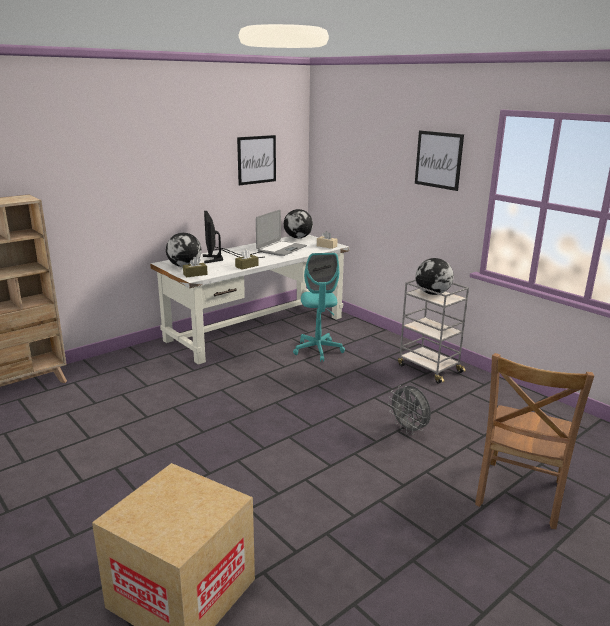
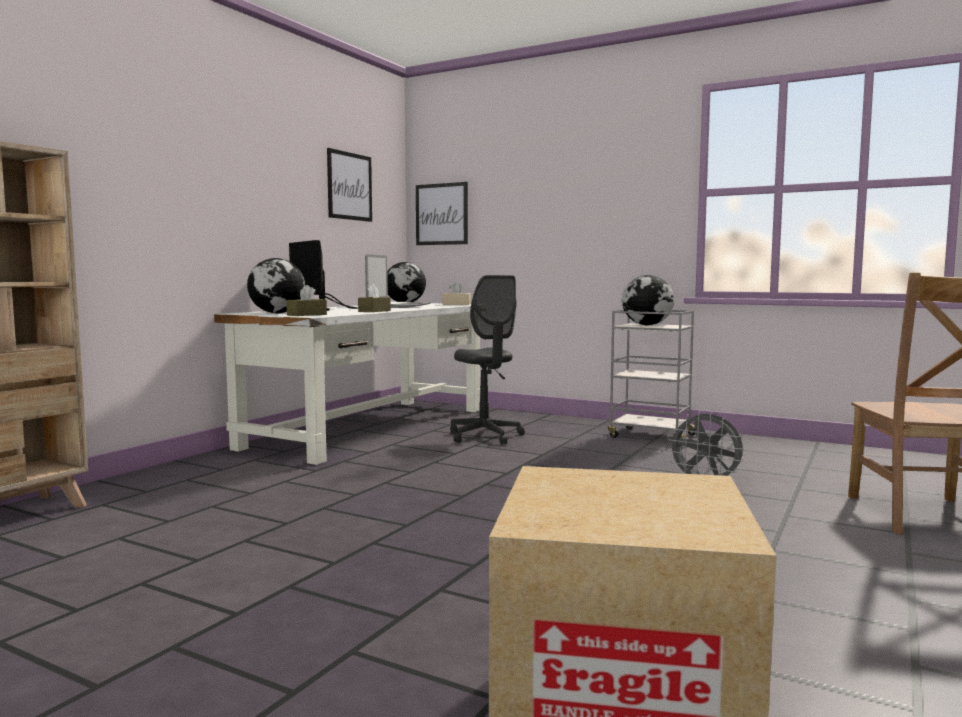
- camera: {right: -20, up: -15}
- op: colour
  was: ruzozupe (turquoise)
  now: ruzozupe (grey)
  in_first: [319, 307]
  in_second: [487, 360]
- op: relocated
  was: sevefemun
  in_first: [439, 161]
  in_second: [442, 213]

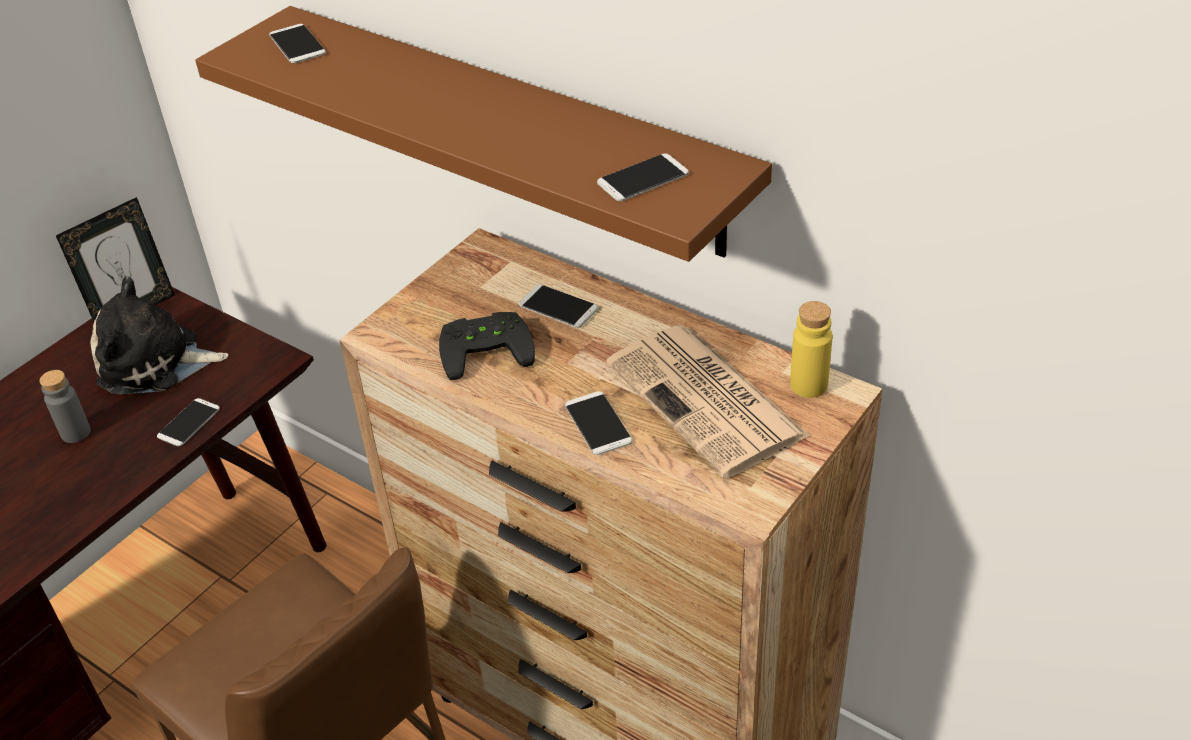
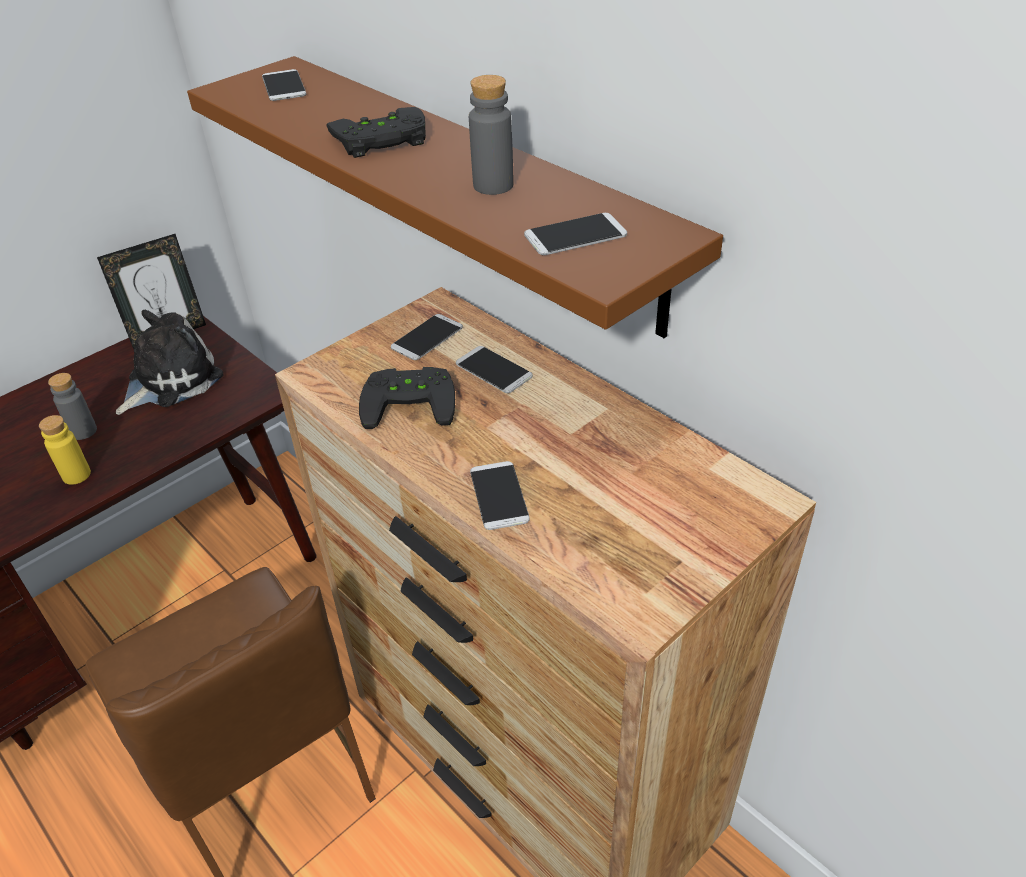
- camera: {right: 10, up: 0}
- op: spun
  was: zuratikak
  in_first: [160, 335]
  in_second: [170, 362]
  clockwise: 120
- op: relocated
  was: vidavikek
  in_first: [188, 422]
  in_second: [427, 337]
- op: missing
  was: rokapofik
  in_first: [708, 402]
- op: relocated
  was: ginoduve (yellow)
  in_first: [811, 349]
  in_second: [65, 450]
- op: appeared
  now: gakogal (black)
  in_second: [376, 132]
- op: appeared
  now: ginoduve (grey)
  in_second: [491, 135]

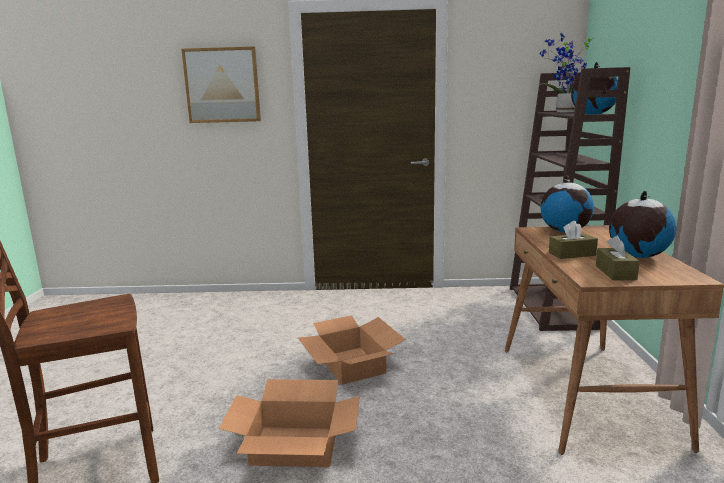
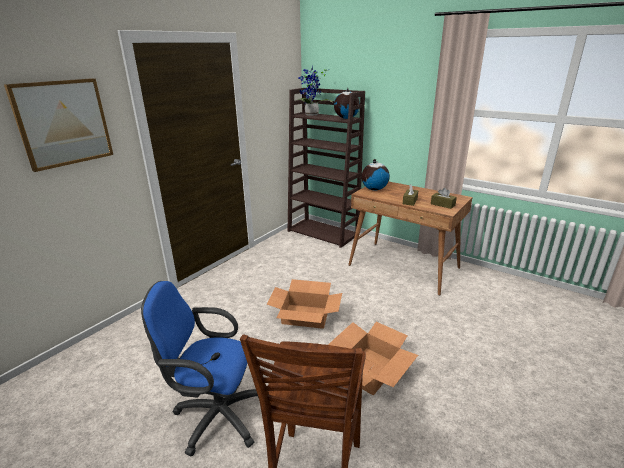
- camera: {right: -55, up: 10}
- op: missing
  was: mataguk
  in_first: [643, 224]
- op: appeared
  now: ruzozupe (blue)
  in_second: [200, 368]

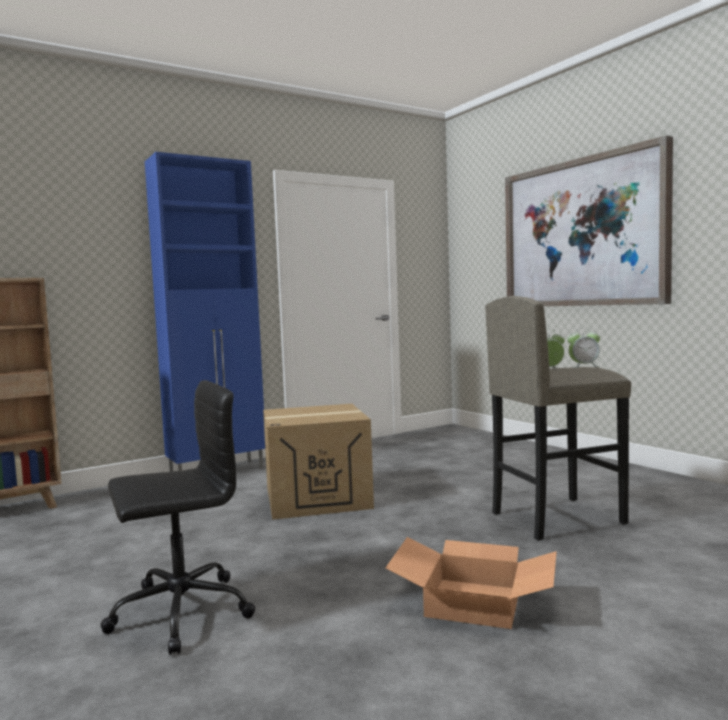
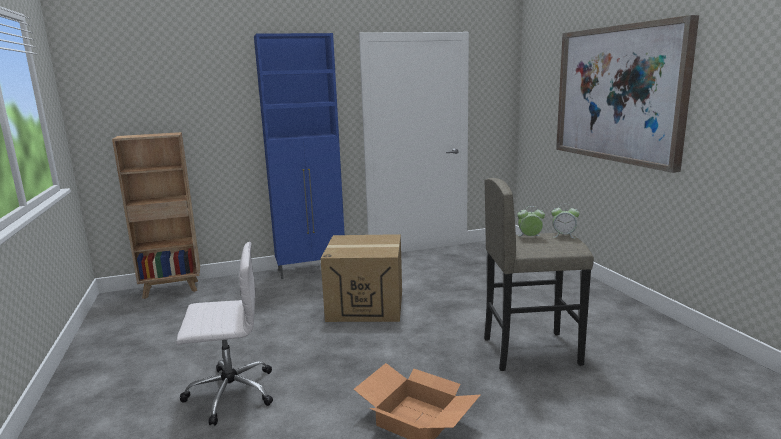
- camera: {right: 15, up: 10}
- op: colour
  was: ruzozupe (black)
  now: ruzozupe (white)
  in_first: [177, 517]
  in_second: [225, 334]

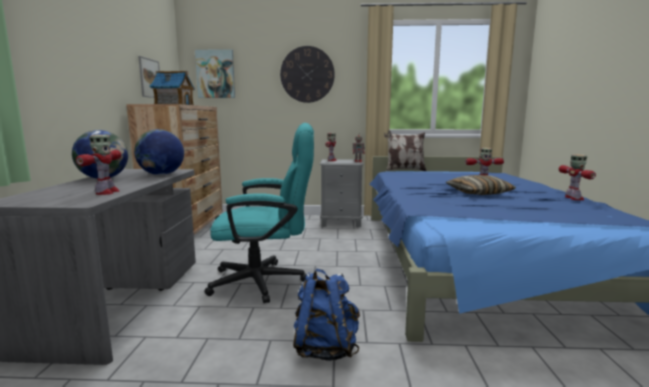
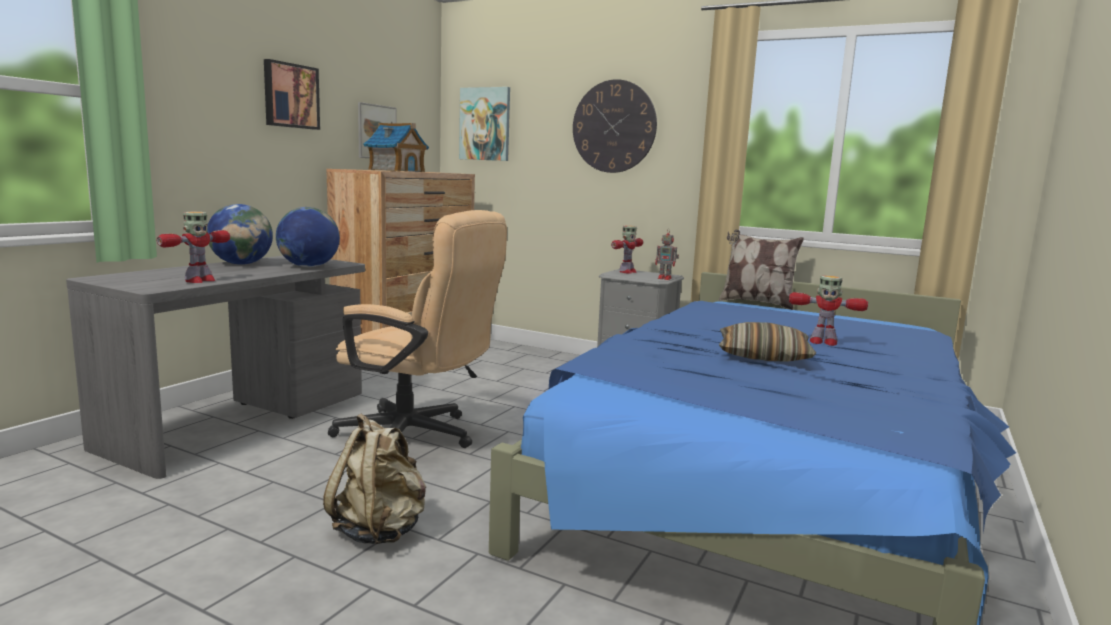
- camera: {right: 25, up: 0}
- op: colour
  was: ruzozupe (turquoise)
  now: ruzozupe (beige)
  in_first: [259, 213]
  in_second: [417, 329]
- op: colour
  was: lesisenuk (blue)
  now: lesisenuk (beige)
  in_first: [326, 314]
  in_second: [374, 479]
- op: missing
  was: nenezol
  in_first: [577, 177]
- op: appeared
  now: sevefemun
  in_second: [292, 94]

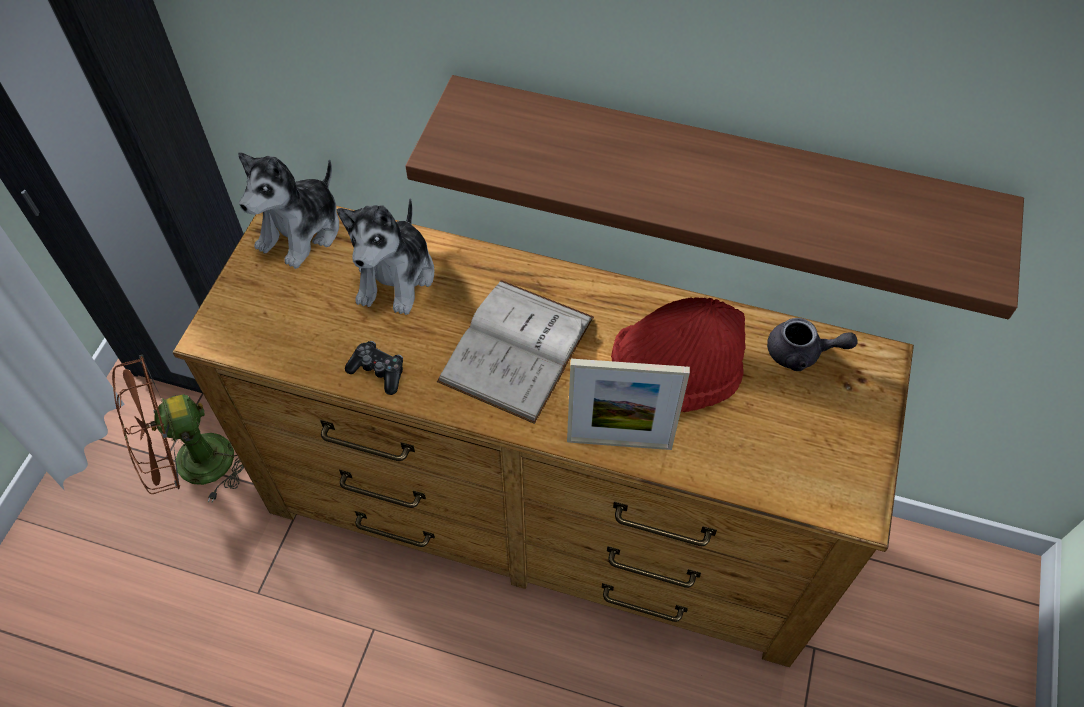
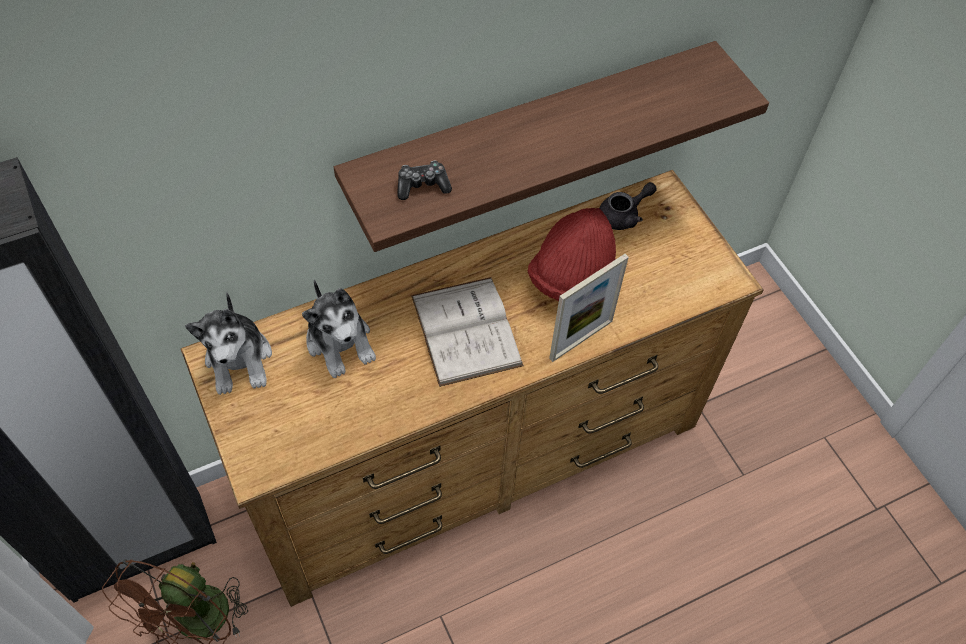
- camera: {right: -45, up: 0}
- op: relocated
  was: gakogal
  in_first: [374, 368]
  in_second: [424, 180]

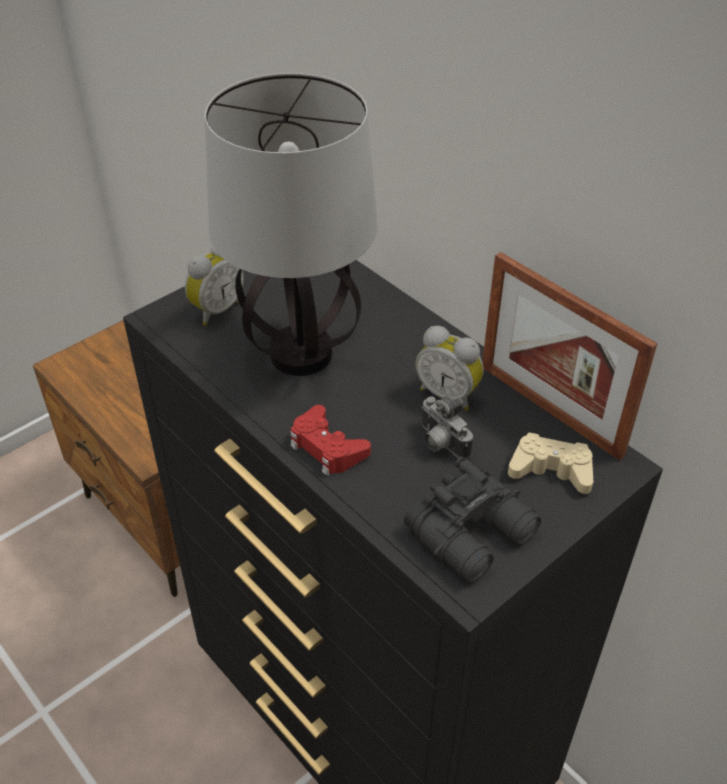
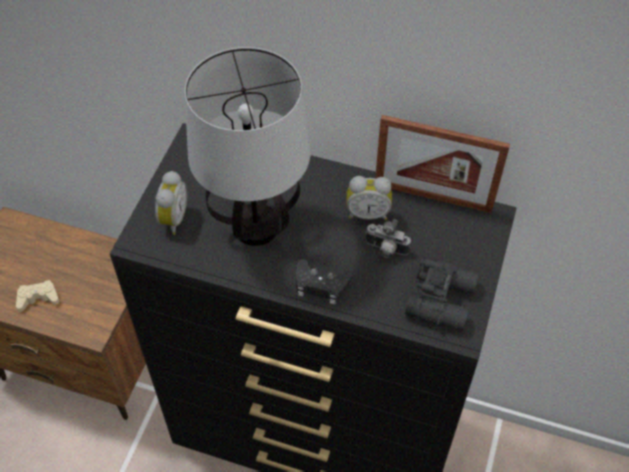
- camera: {right: -30, up: 10}
- op: colour
  was: gakogal (red)
  now: gakogal (black)
  in_first: [331, 440]
  in_second: [324, 282]
- op: relocated
  was: gakogal (beige)
  in_first: [551, 463]
  in_second: [37, 296]

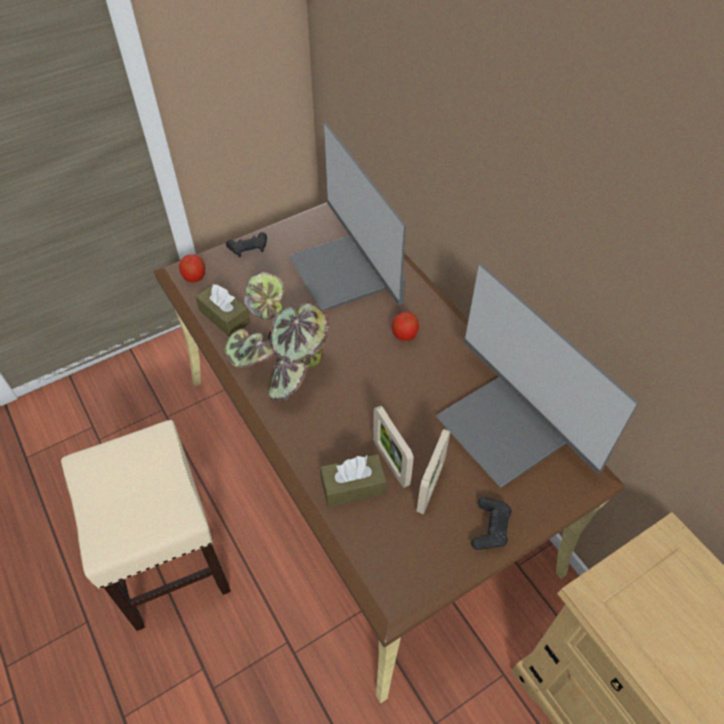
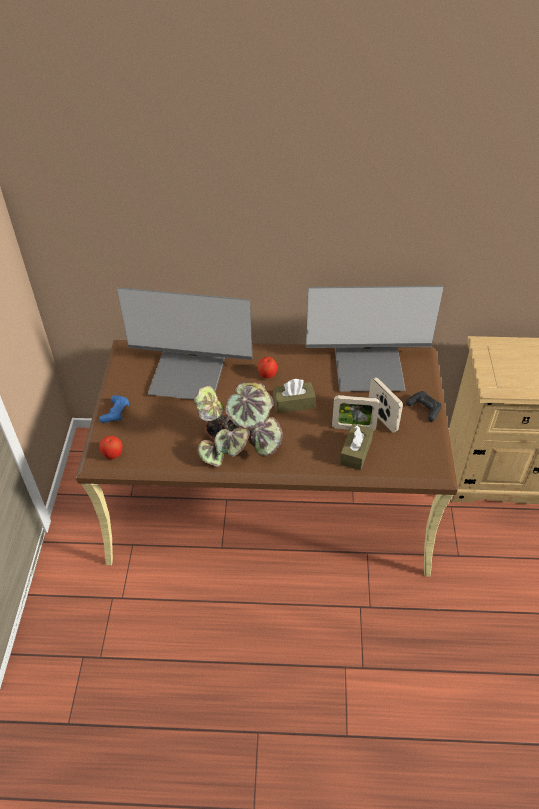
- camera: {right: -55, up: -5}
- op: missing
  was: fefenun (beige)
  in_first: [146, 525]
- op: relocated
  was: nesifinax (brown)
  in_first: [223, 309]
  in_second: [294, 396]
- op: colour
  was: gakogal (black)
  now: gakogal (blue)
  in_first: [246, 244]
  in_second: [114, 409]

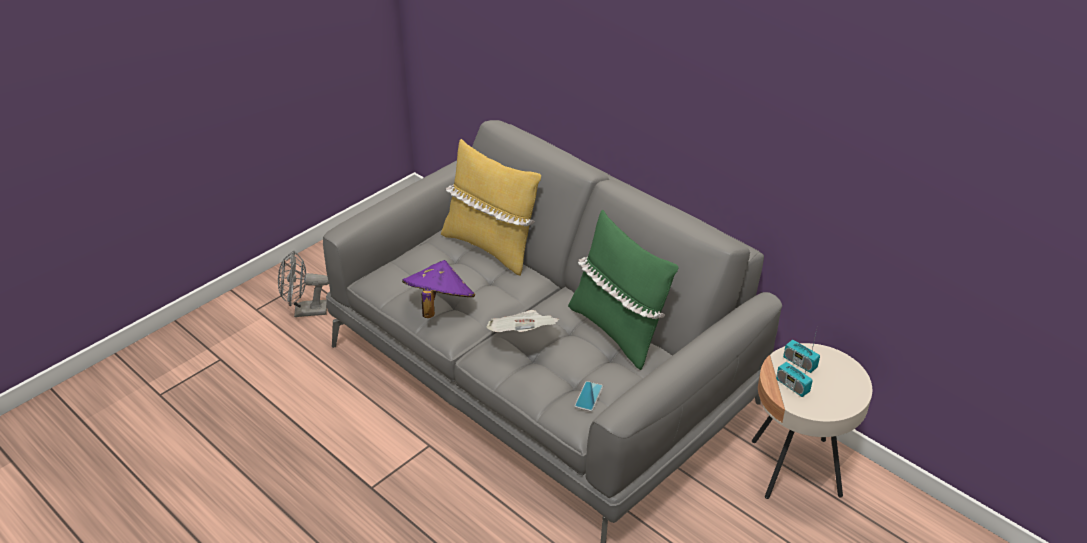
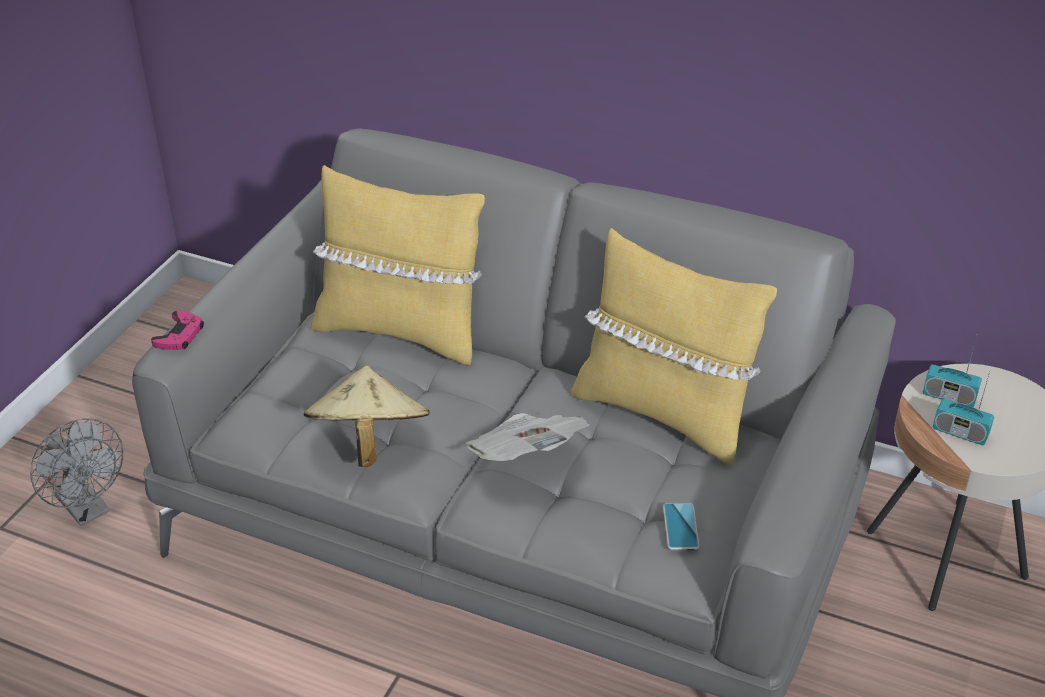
- camera: {right: -20, up: 0}
- op: spun
  was: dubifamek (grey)
  in_first: [303, 283]
  in_second: [76, 472]
  clockwise: -105
- op: colour
  was: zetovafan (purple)
  now: zetovafan (beige)
  in_first: [438, 289]
  in_second: [367, 416]
- op: colour
  was: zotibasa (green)
  now: zotibasa (yellow)
  in_first: [623, 290]
  in_second: [673, 346]
- op: appeared
  now: gakogal (pink)
  in_second: [177, 330]

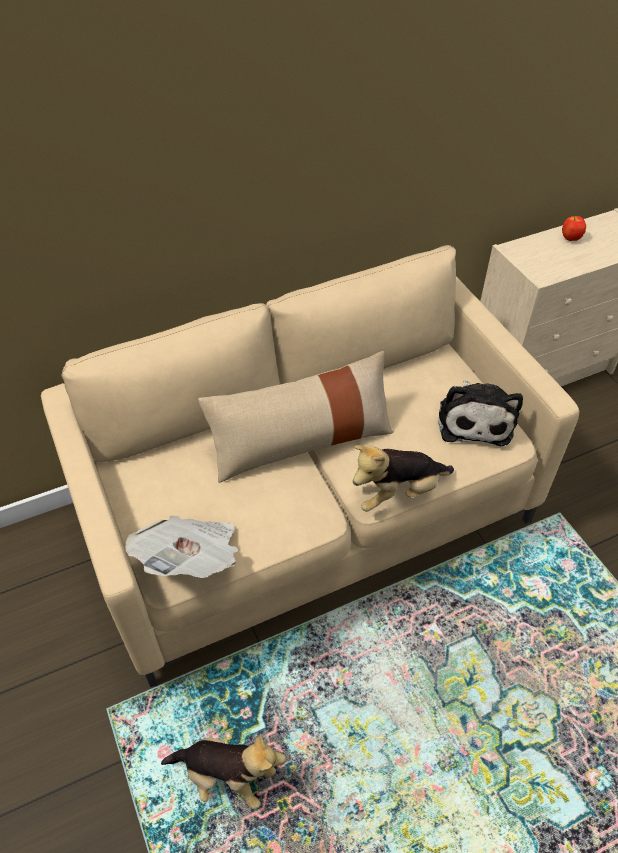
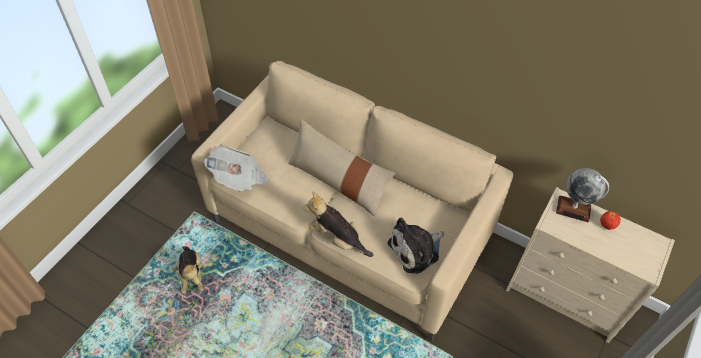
- camera: {right: 55, up: 5}
- op: appeared
  now: mataguk
  in_second: [582, 195]

